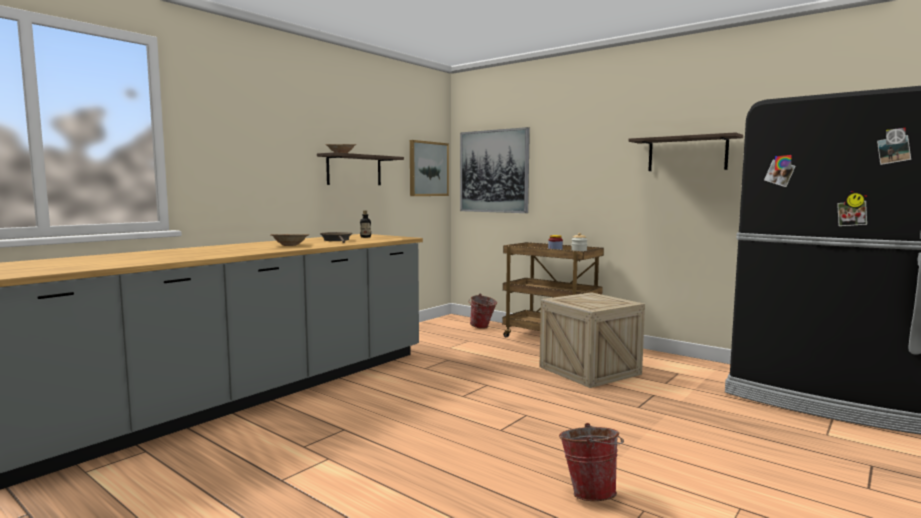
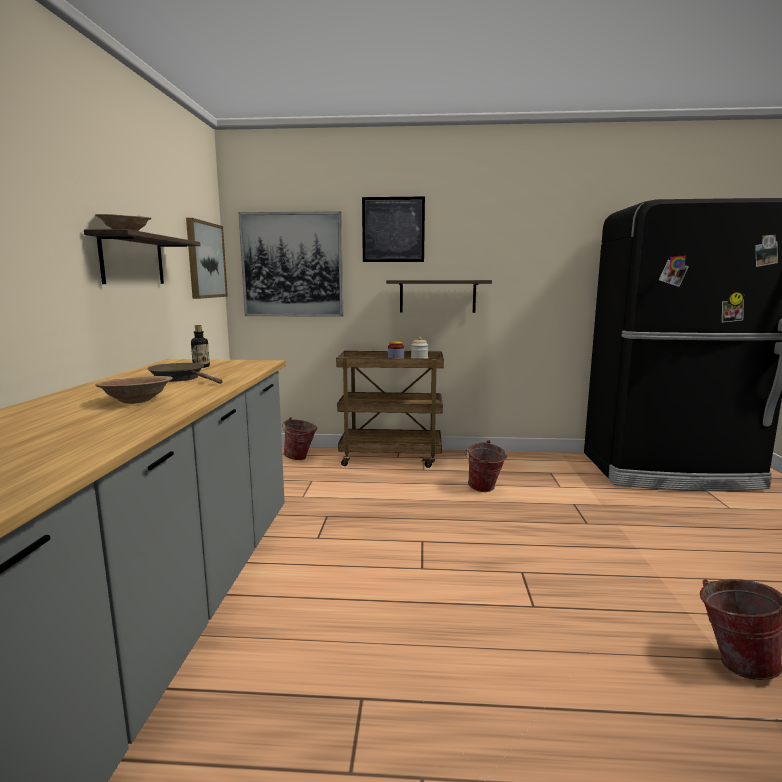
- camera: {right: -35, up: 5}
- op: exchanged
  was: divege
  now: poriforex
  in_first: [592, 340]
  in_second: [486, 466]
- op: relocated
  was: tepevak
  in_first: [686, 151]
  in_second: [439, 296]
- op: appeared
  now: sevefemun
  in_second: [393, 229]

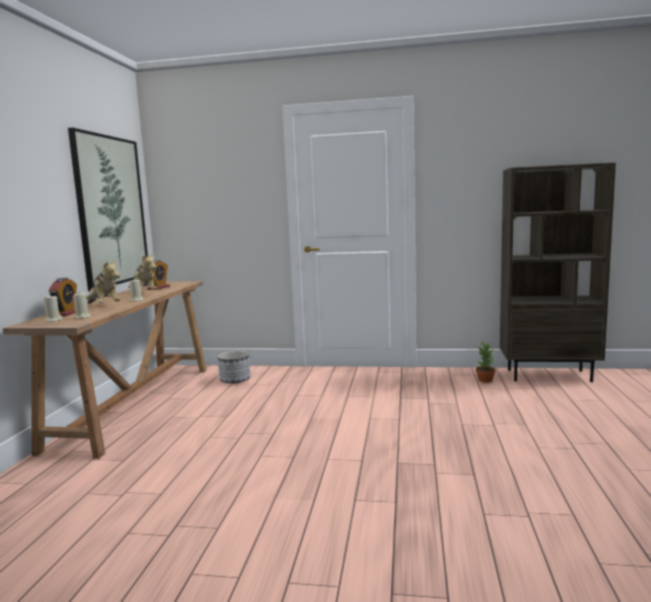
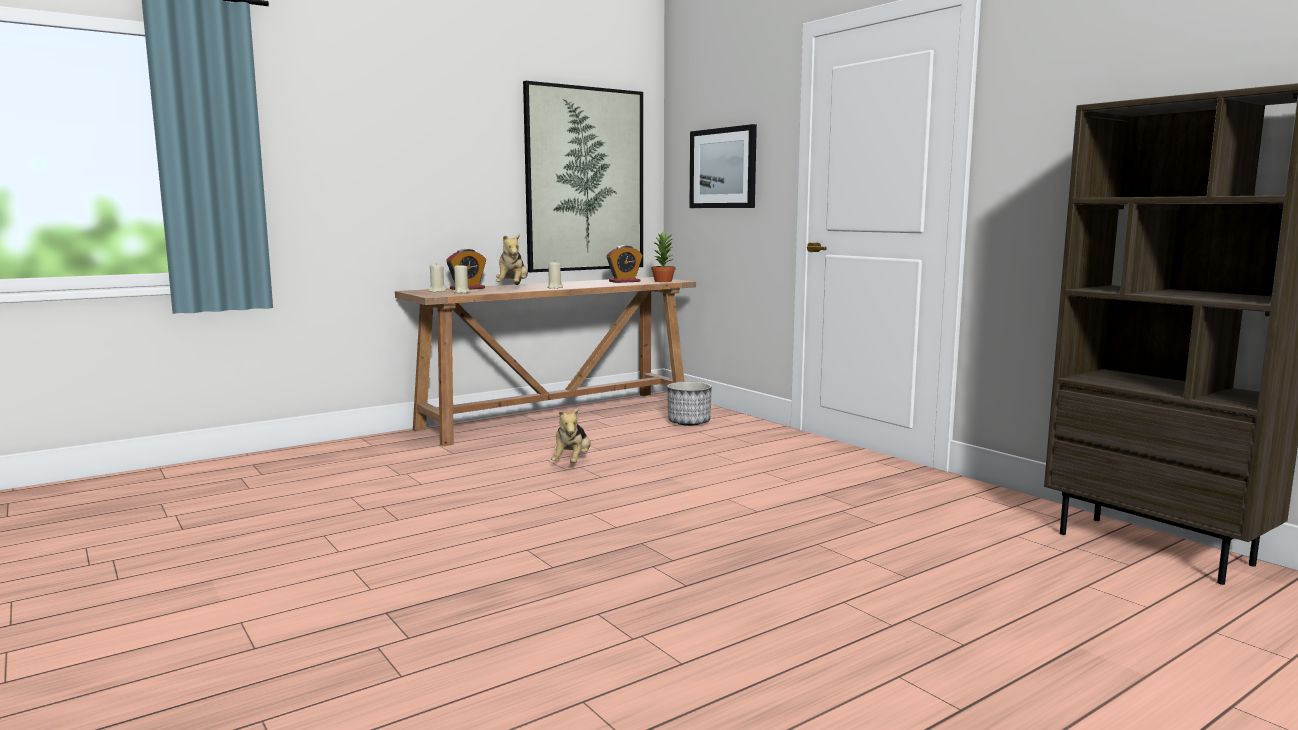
- camera: {right: 45, up: 0}
- op: relocated
  was: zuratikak
  in_first: [142, 272]
  in_second: [571, 435]
- op: relocated
  was: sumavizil
  in_first: [485, 362]
  in_second: [663, 257]
- op: appeared
  now: sevefemun
  in_second: [723, 166]

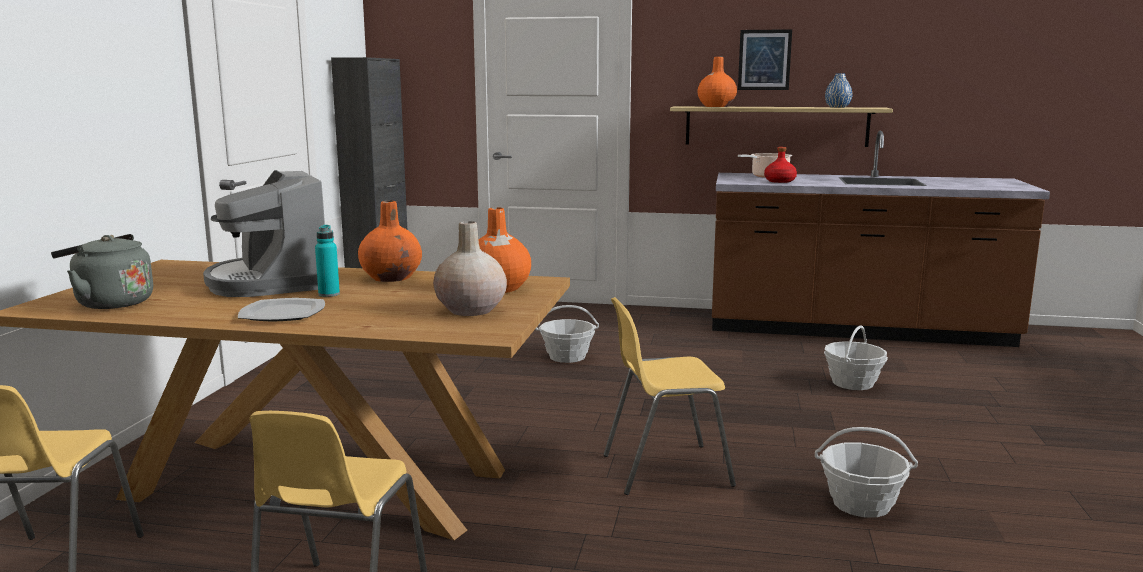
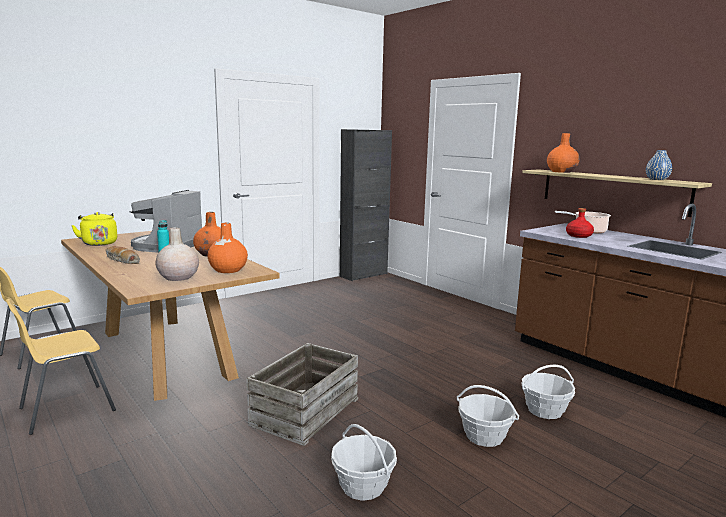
- camera: {right: 40, up: 0}
- op: colour
  was: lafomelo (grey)
  now: lafomelo (yellow)
  in_first: [102, 271]
  in_second: [94, 229]
- op: exchanged
  was: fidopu
  now: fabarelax
  in_first: [281, 309]
  in_second: [122, 255]
- op: relocated
  was: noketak
  in_first: [567, 334]
  in_second: [488, 416]
- op: exchanged
  was: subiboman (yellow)
  now: divege
  in_first: [669, 396]
  in_second: [302, 394]
- op: missing
  was: sevefemun
  in_first: [765, 59]

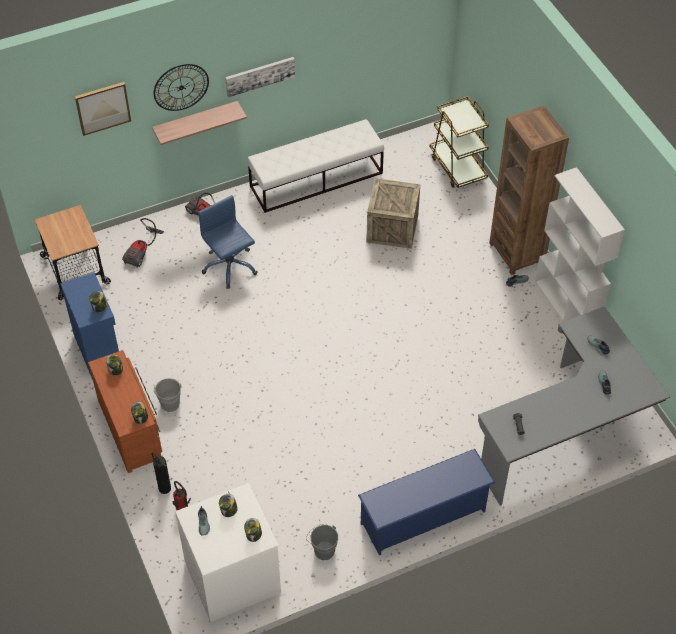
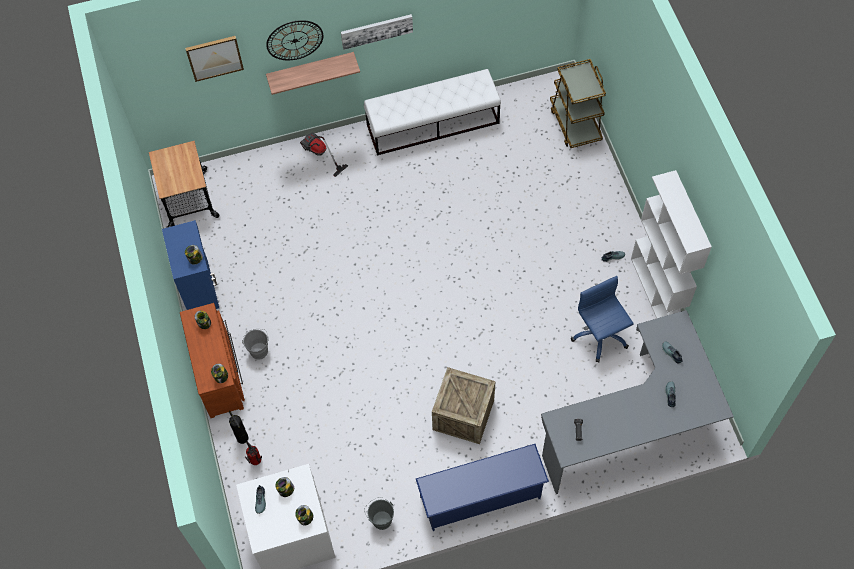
- camera: {right: 10, up: 10}
- op: missing
  was: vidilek
  in_first: [143, 243]
- op: relocated
  was: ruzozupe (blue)
  in_first: [228, 242]
  in_second: [602, 319]
- op: relocated
  was: divege
  in_first: [393, 213]
  in_second: [464, 405]
- op: missing
  was: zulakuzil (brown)
  in_first: [529, 190]

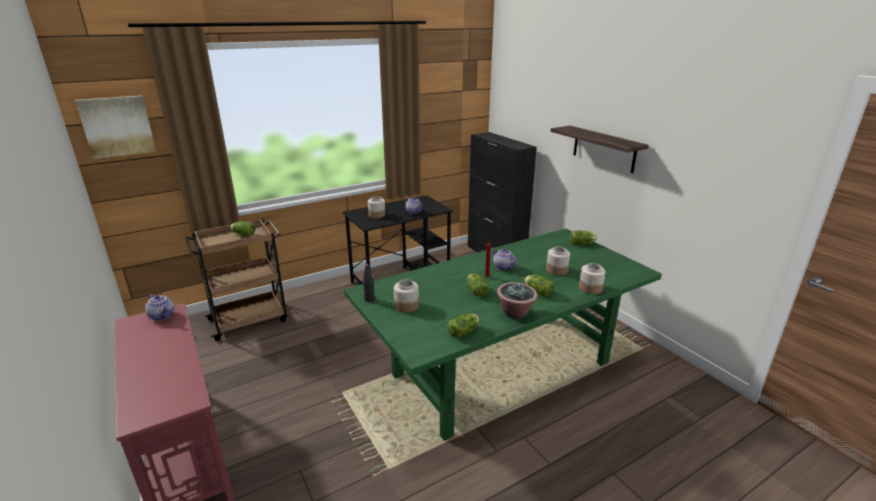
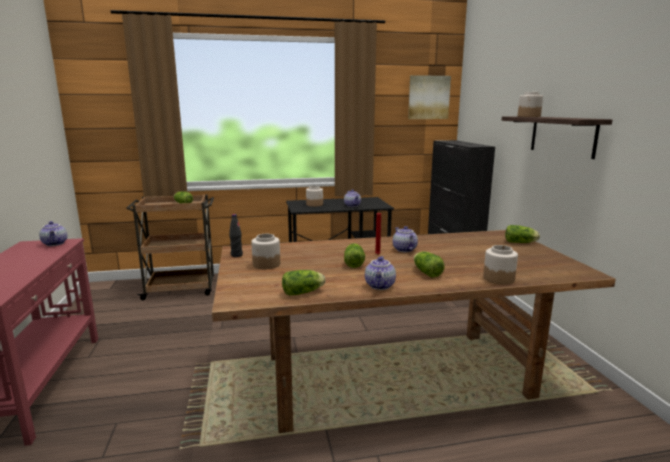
- camera: {right: 20, up: -10}
- op: relocated
  was: sevefemun
  in_first: [115, 127]
  in_second: [429, 97]
- op: colour
  was: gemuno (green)
  now: gemuno (brown)
  in_first: [503, 334]
  in_second: [414, 331]
- op: exchanged
  was: sumavizil
  now: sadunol
  in_first: [517, 300]
  in_second: [380, 273]
- op: relocated
  was: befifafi
  in_first: [558, 261]
  in_second: [530, 104]

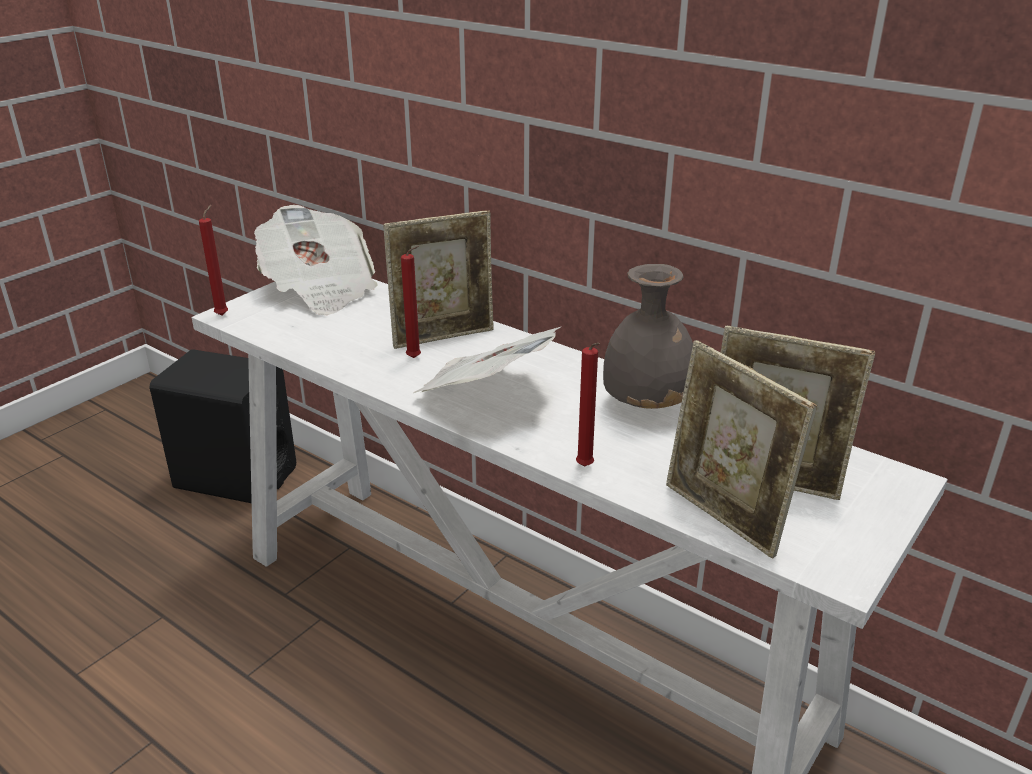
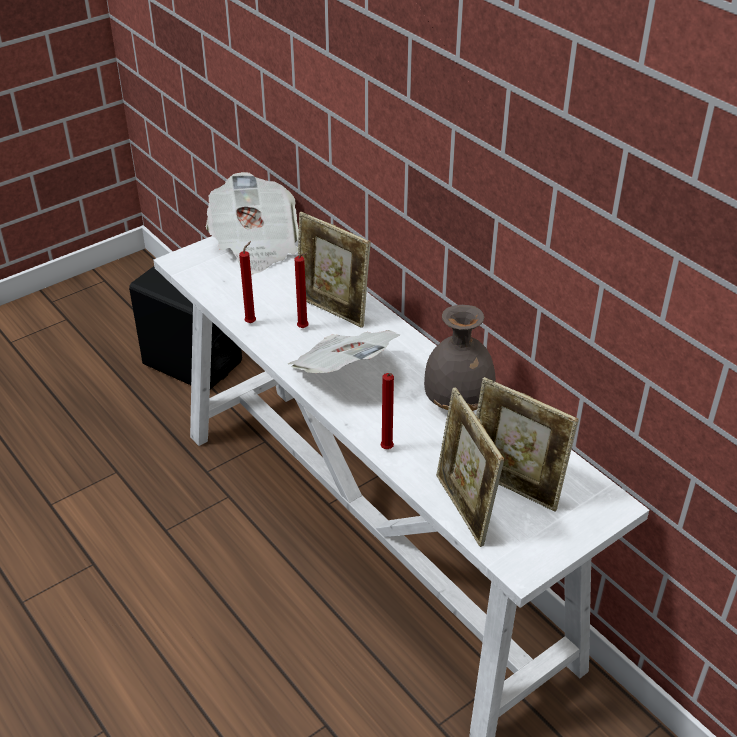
- camera: {right: 15, up: 10}
- op: relocated
  was: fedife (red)
  in_first: [213, 260]
  in_second: [247, 282]
- op: spun
  was: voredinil
  in_first: [438, 279]
  in_second: [334, 270]
  clockwise: 45

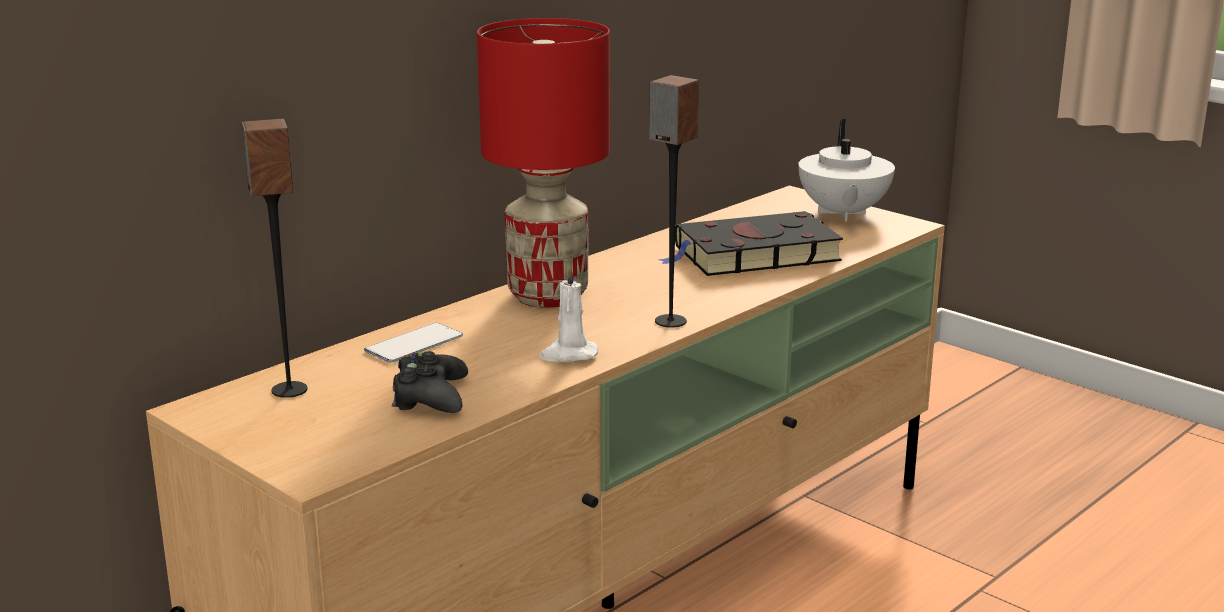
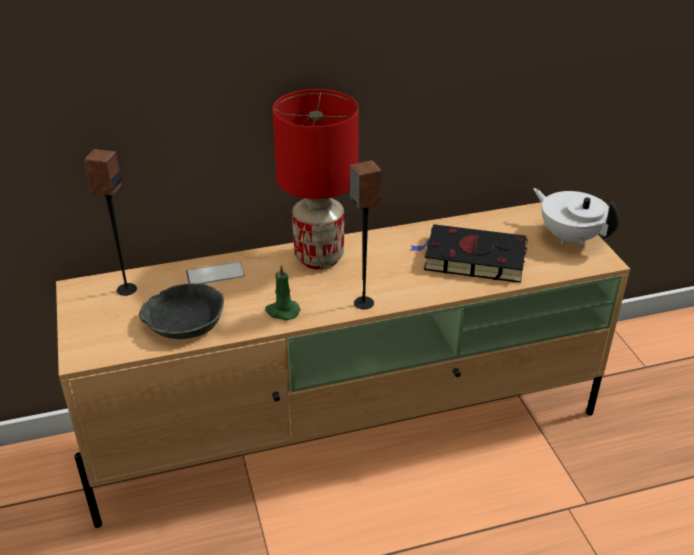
- camera: {right: 30, up: 15}
- op: exchanged
  was: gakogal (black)
  now: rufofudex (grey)
  in_first: [430, 382]
  in_second: [181, 311]
- op: colour
  was: fedife (white)
  now: fedife (green)
  in_first: [568, 313]
  in_second: [283, 292]
- op: spun
  was: sadunol (white)
  in_first: [846, 170]
  in_second: [576, 216]
  clockwise: 105

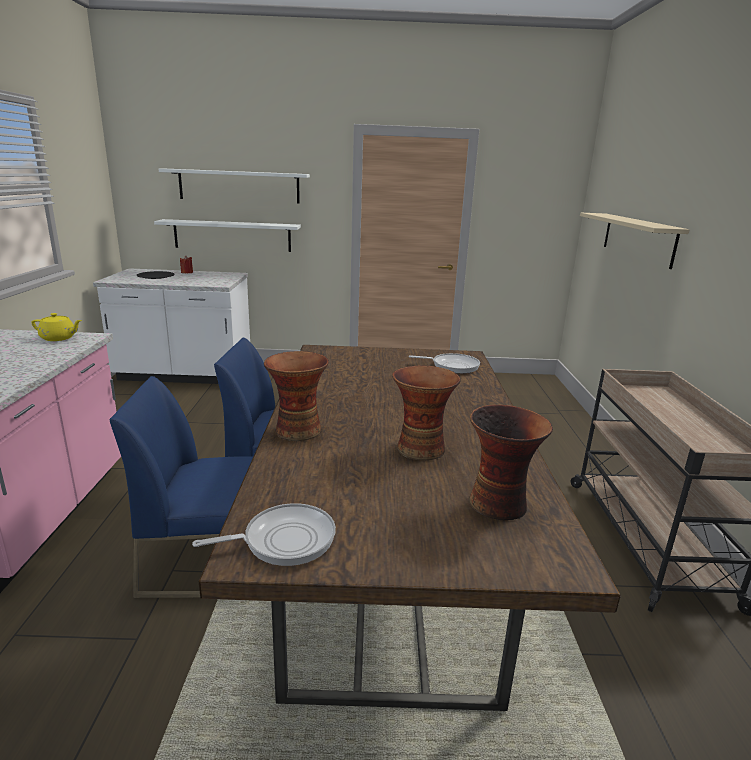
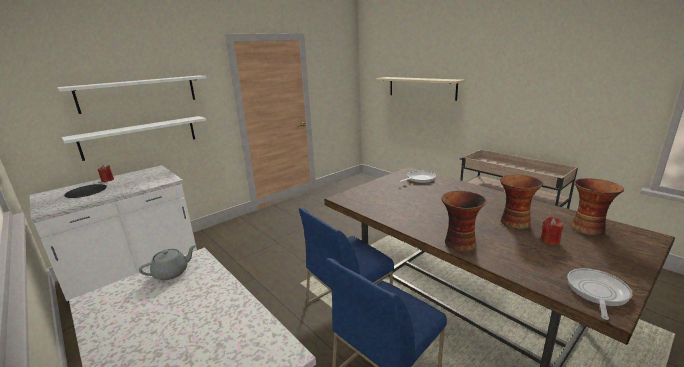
- camera: {right: -40, up: 0}
- op: colour
  was: sadunol (yellow)
  now: sadunol (grey)
  in_first: [56, 327]
  in_second: [167, 262]
- op: appeared
  now: fedife (red)
  in_second: [552, 231]

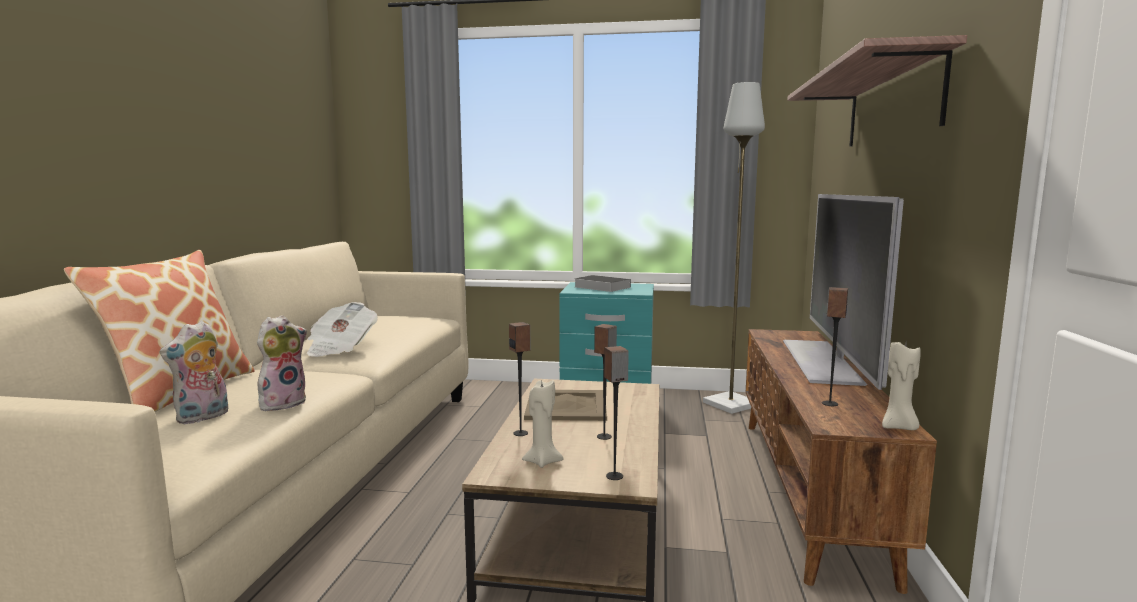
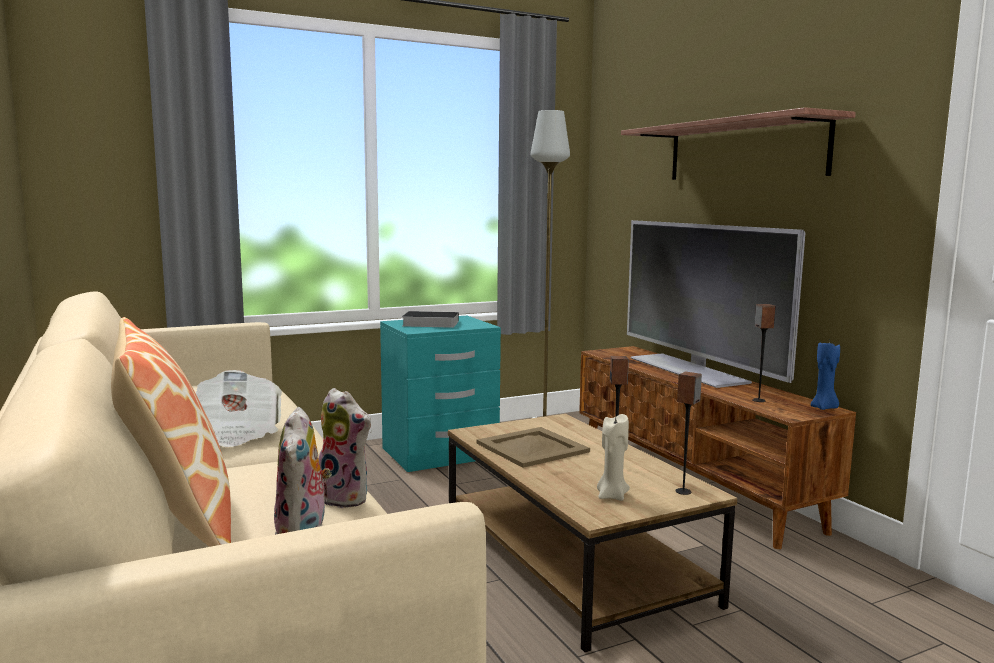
- camera: {right: -35, up: 0}
- op: spun
  was: zuratikak
  in_first: [282, 363]
  in_second: [345, 448]
  clockwise: 120
- op: missing
  was: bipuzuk
  in_first: [520, 379]
- op: colour
  was: fedife (beige)
  now: fedife (blue)
  in_first: [901, 386]
  in_second: [825, 375]

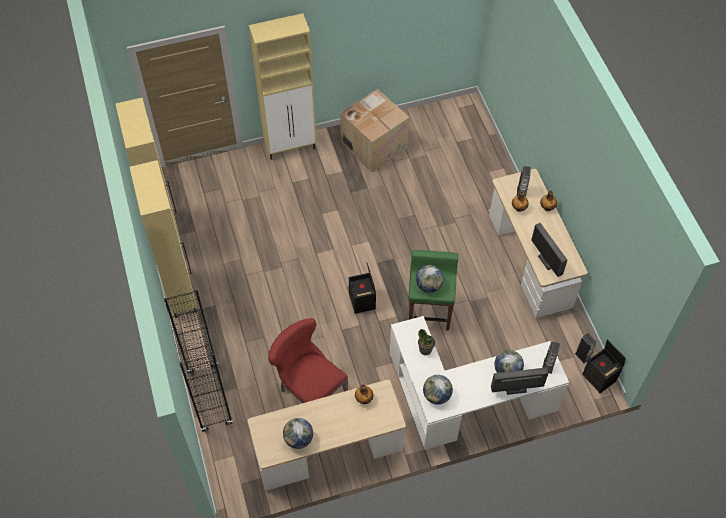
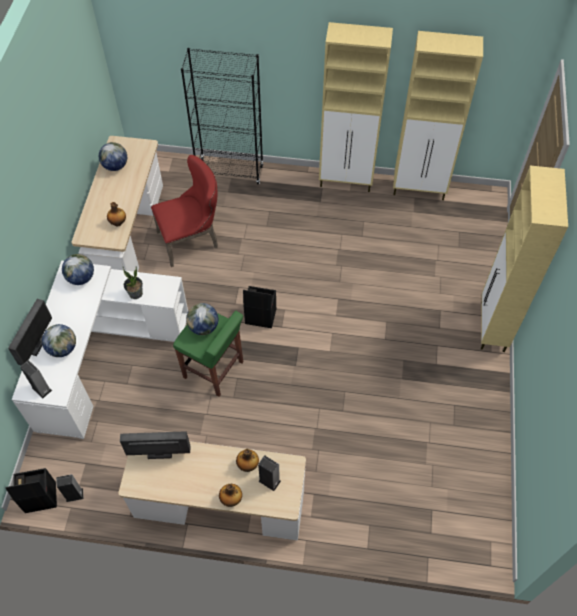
- camera: {right: 115, up: 0}
- op: missing
  was: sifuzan
  in_first: [374, 130]

